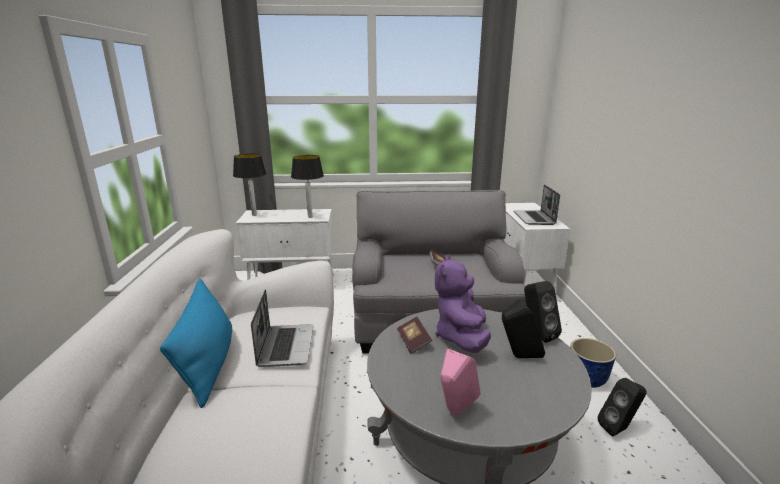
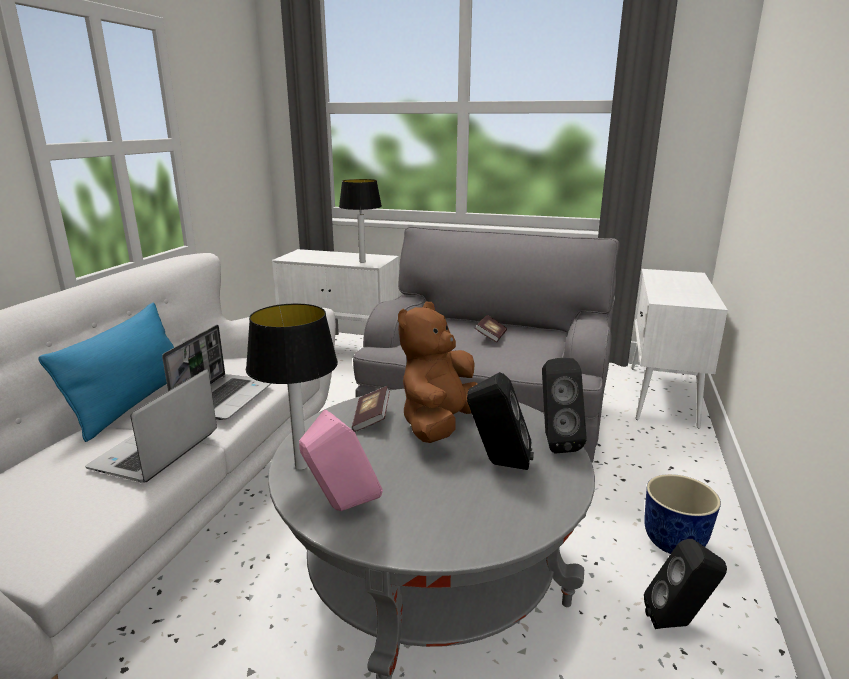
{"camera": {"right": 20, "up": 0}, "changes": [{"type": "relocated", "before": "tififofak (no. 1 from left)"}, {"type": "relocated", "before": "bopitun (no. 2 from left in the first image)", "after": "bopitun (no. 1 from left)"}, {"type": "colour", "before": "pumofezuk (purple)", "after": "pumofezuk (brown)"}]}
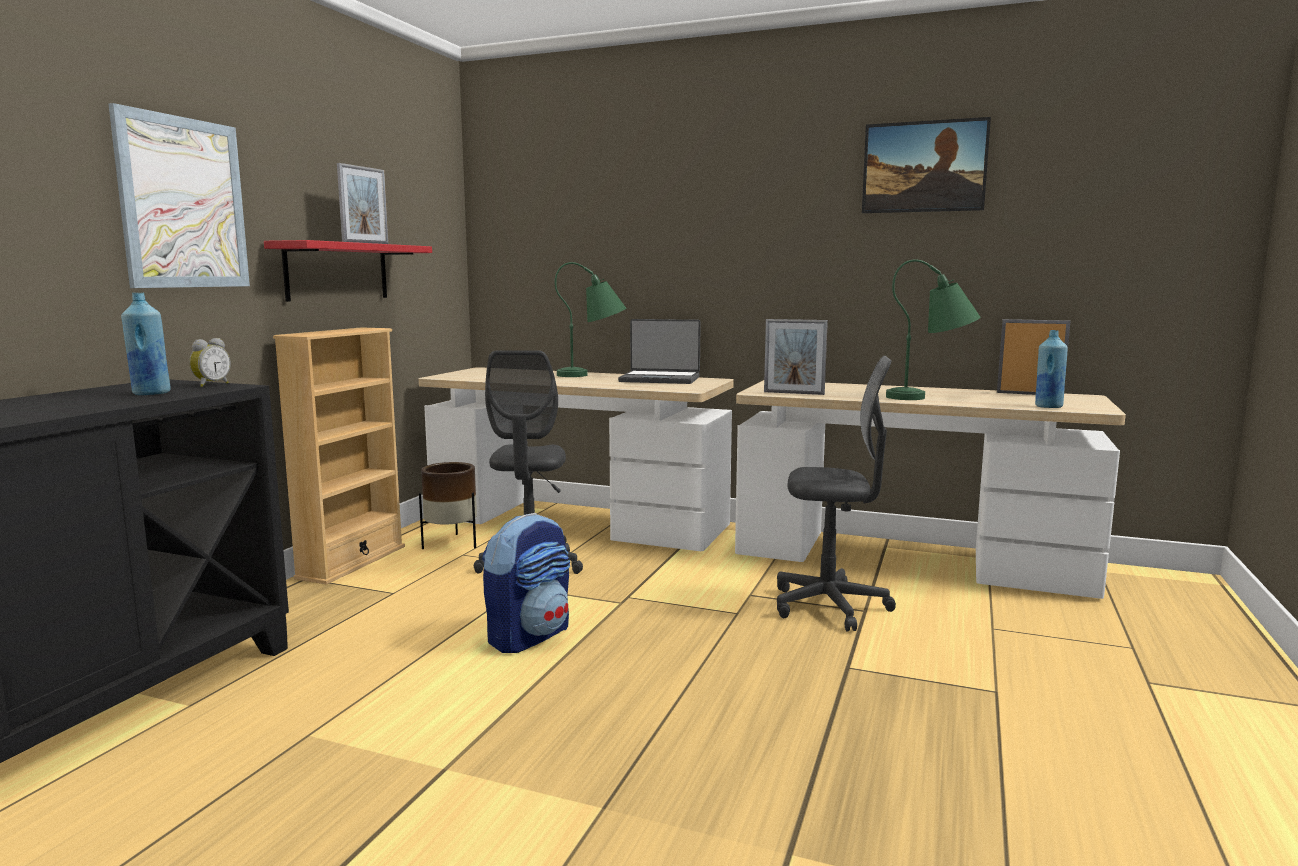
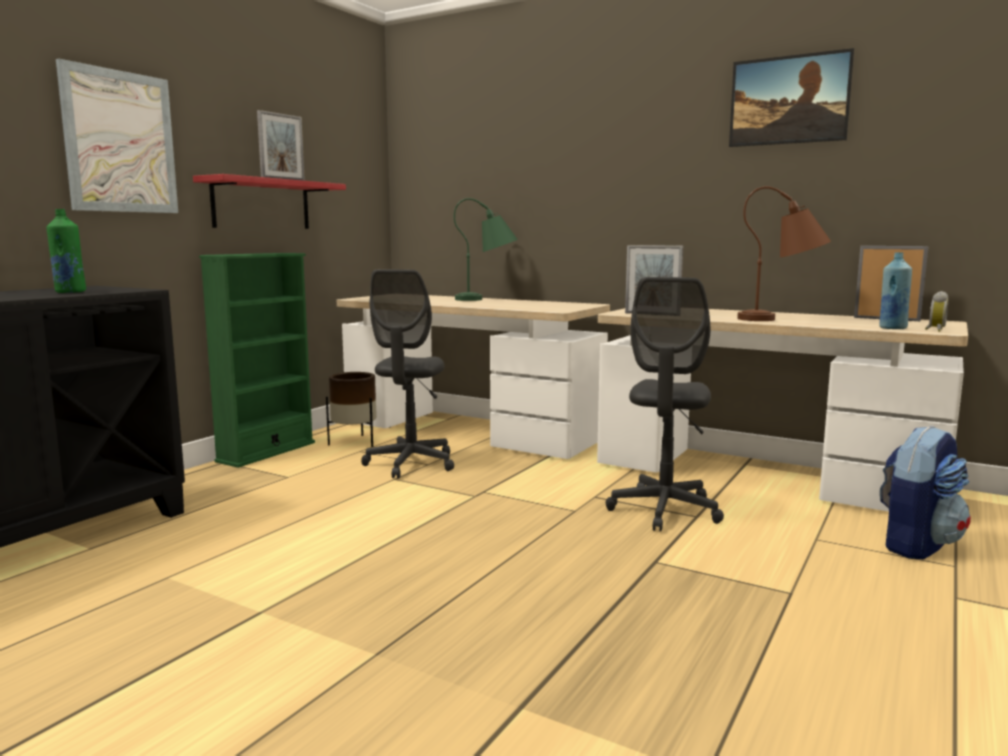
{"camera": {"right": 10, "up": 0}, "changes": [{"type": "colour", "before": "tififofak (green) (no. 2 from left)", "after": "tififofak (brown)"}, {"type": "colour", "before": "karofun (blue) (no. 1 from left)", "after": "karofun (green)"}, {"type": "missing", "before": "bopitun"}, {"type": "colour", "before": "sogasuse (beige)", "after": "sogasuse (green)"}, {"type": "relocated", "before": "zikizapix"}, {"type": "spun", "before": "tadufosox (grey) (no. 2 from left)", "turn": 90}, {"type": "relocated", "before": "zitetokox"}]}
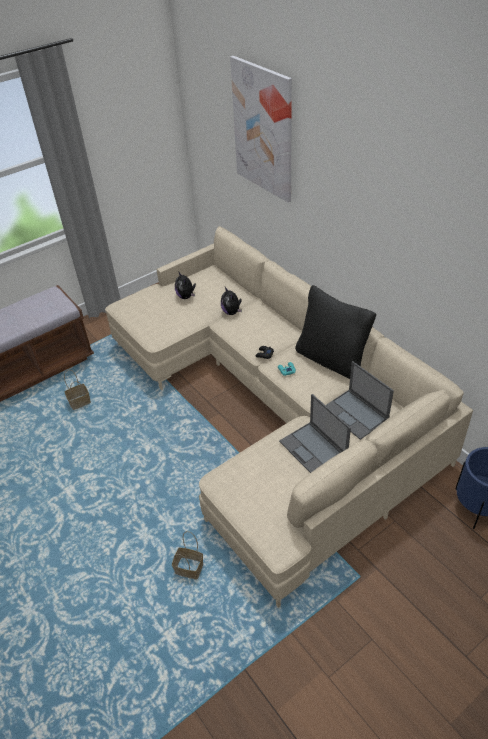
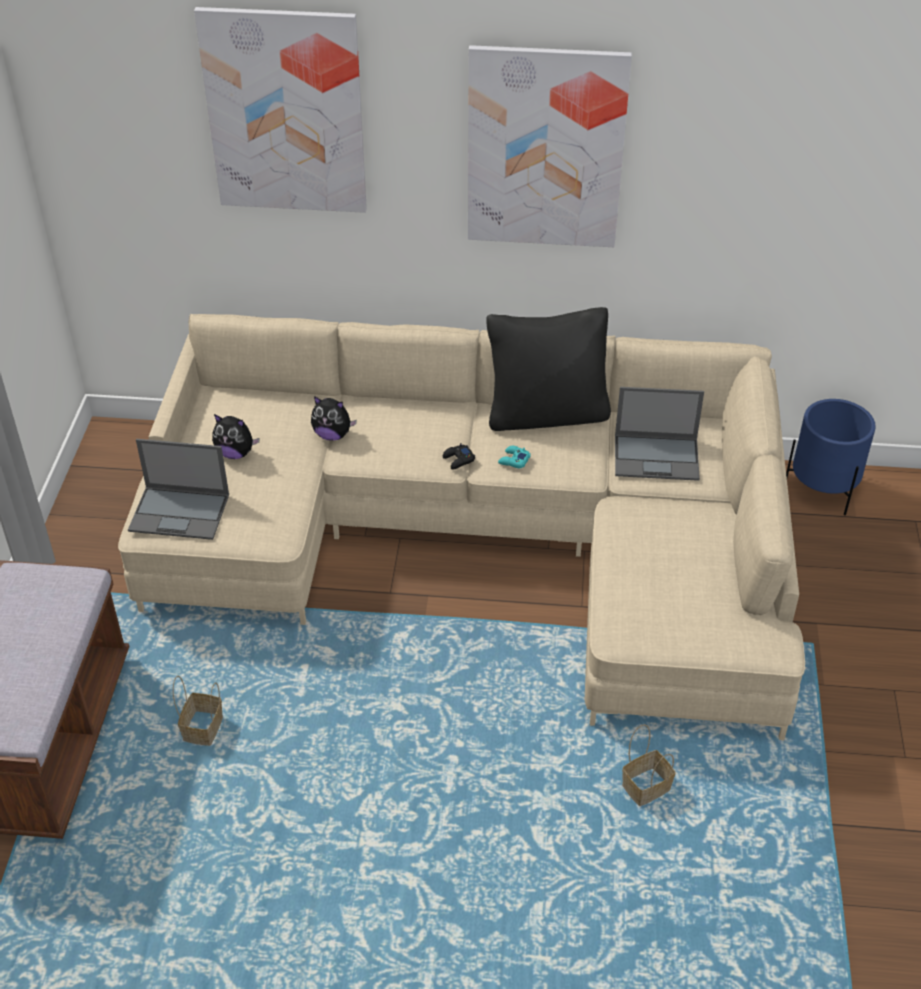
{"camera": {"right": -50, "up": 0}, "changes": [{"type": "relocated", "before": "bopitun (no. 1 from left)"}, {"type": "appeared", "after": "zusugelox (no. 2 from left)"}]}
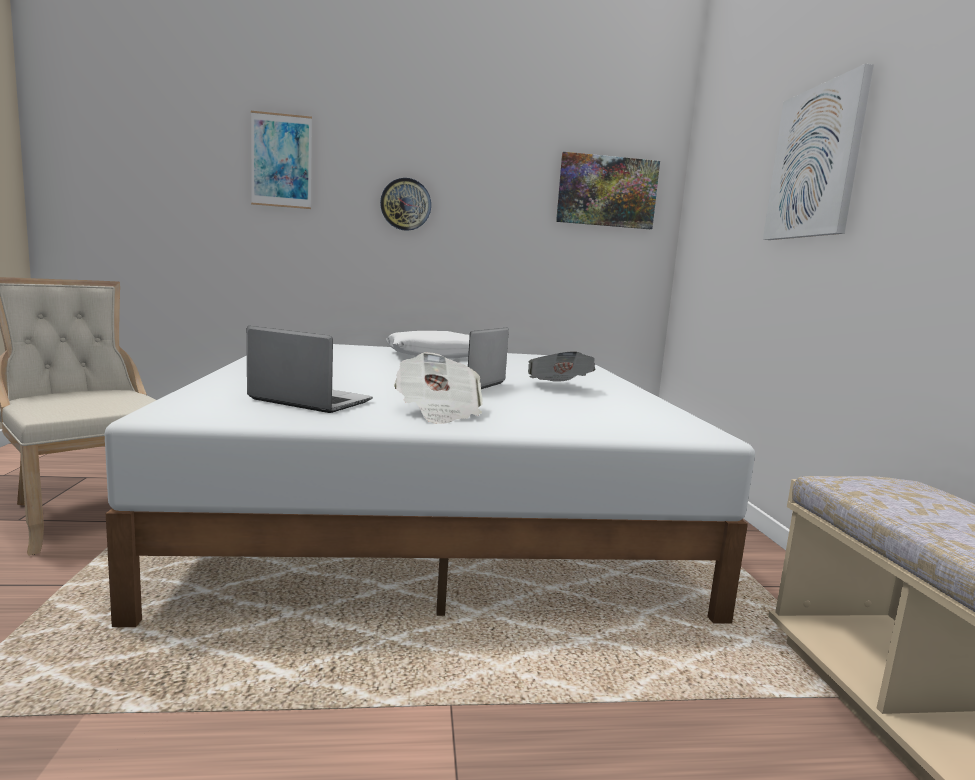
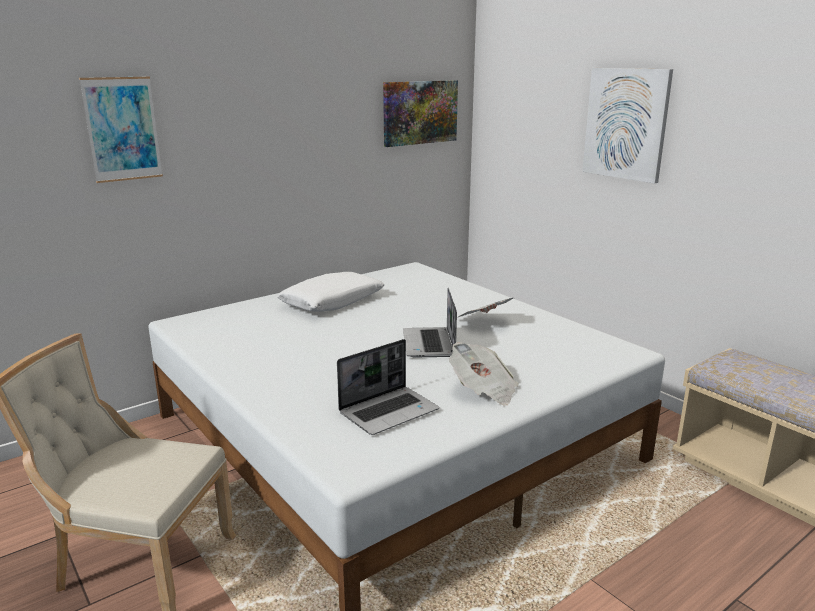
{"camera": {"right": -30, "up": 10}, "changes": [{"type": "missing", "before": "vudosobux"}, {"type": "spun", "before": "bopitun (no. 1 from left)", "turn": 150}]}
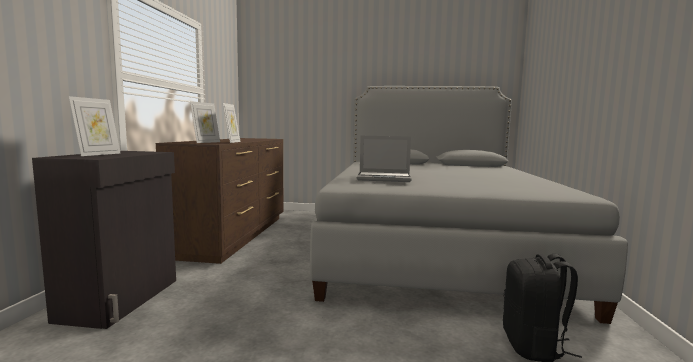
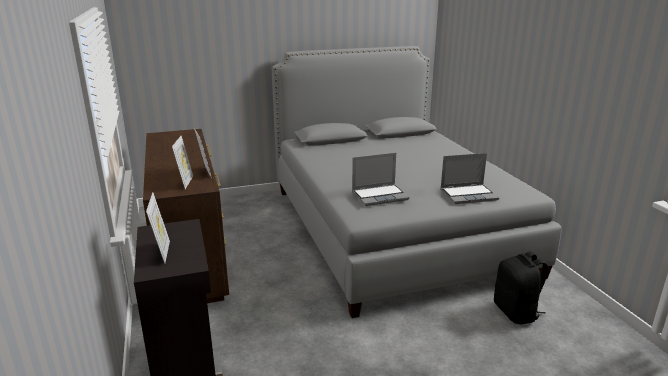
{"camera": {"right": -25, "up": 15}, "changes": [{"type": "appeared", "after": "bopitun (no. 2 from left)"}]}
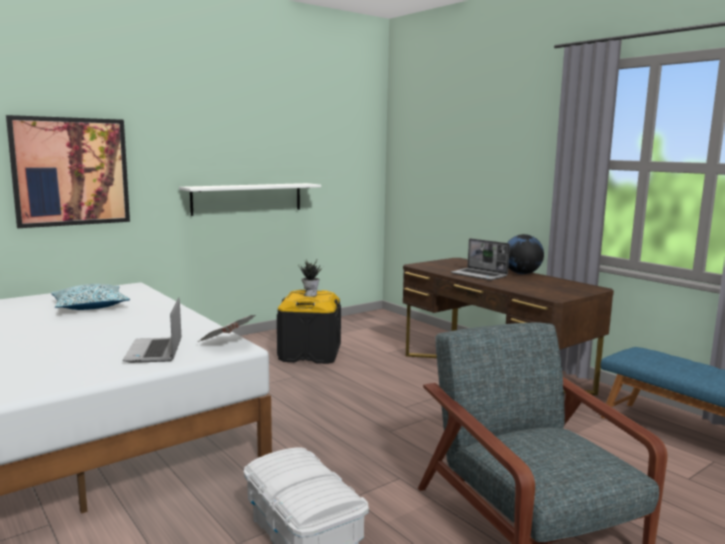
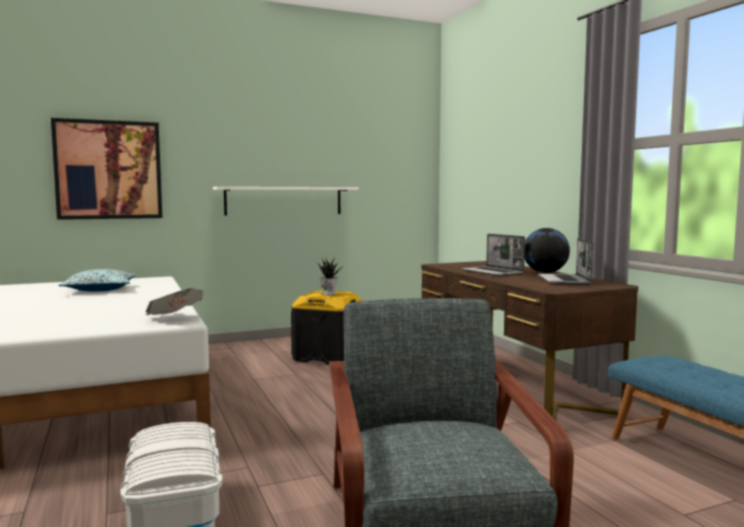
{"camera": {"right": 15, "up": -5}, "changes": [{"type": "relocated", "before": "bopitun (no. 1 from left in the first image)", "after": "bopitun (no. 2 from left)"}]}
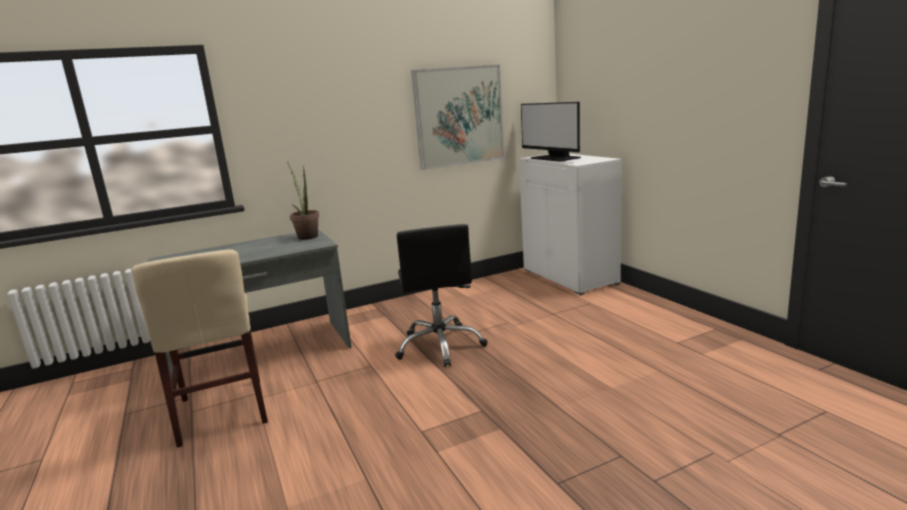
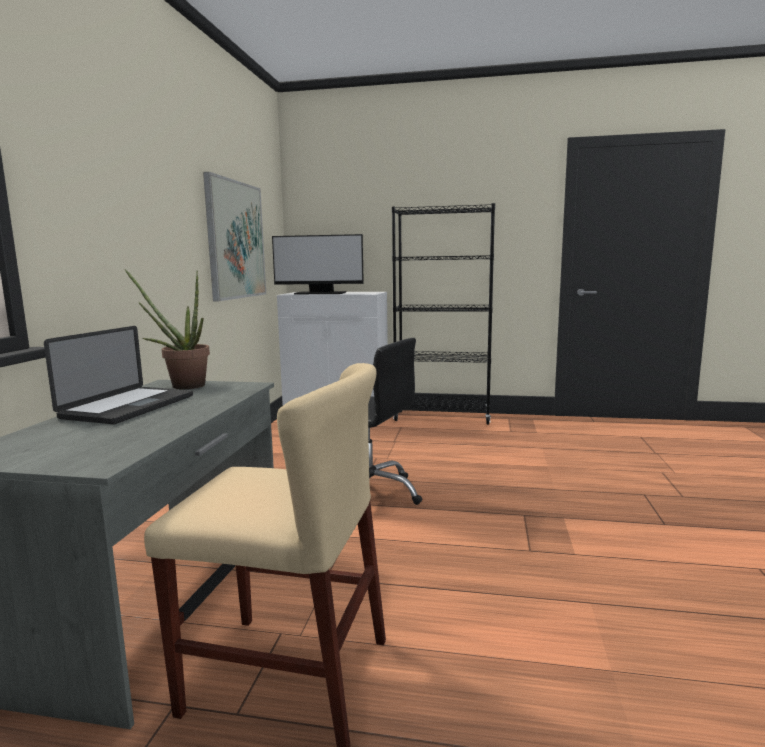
{"camera": {"right": -55, "up": -5}, "changes": [{"type": "appeared", "after": "sogasuse (black)"}, {"type": "appeared", "after": "bopitun"}]}
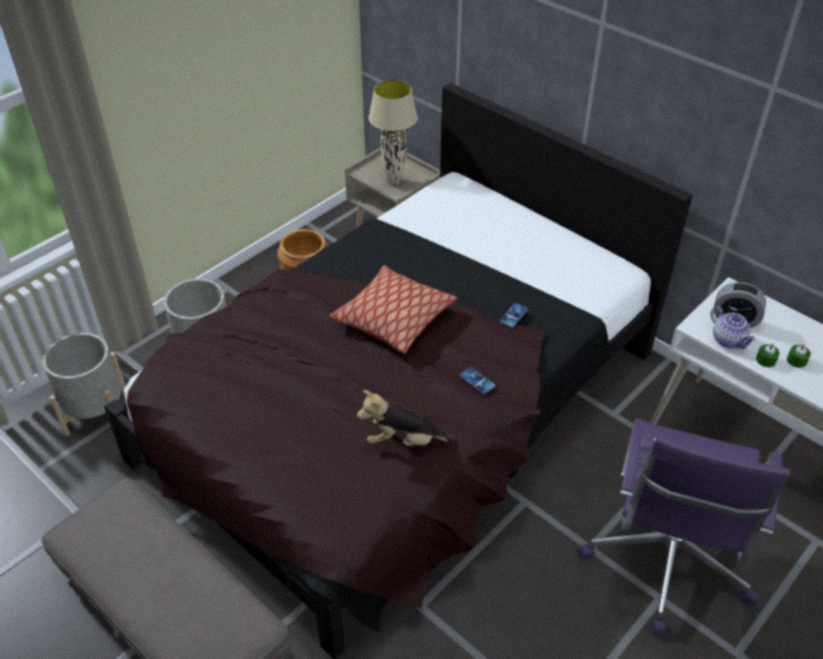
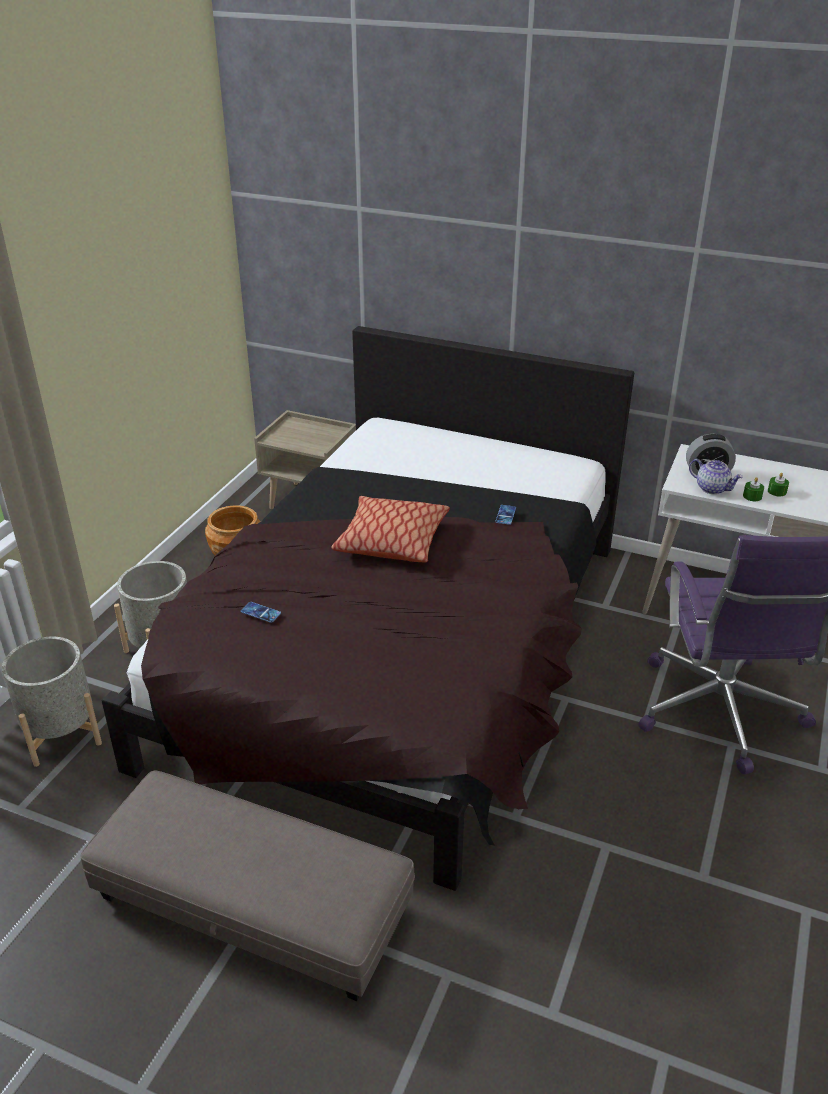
{"camera": {"right": -20, "up": -10}, "changes": [{"type": "missing", "before": "tififofak (beige)"}, {"type": "relocated", "before": "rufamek (no. 1 from left)"}, {"type": "missing", "before": "pumofezuk"}]}
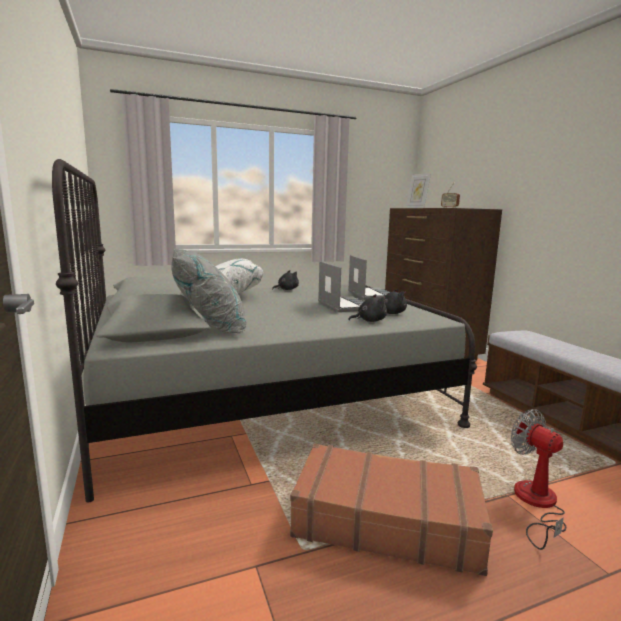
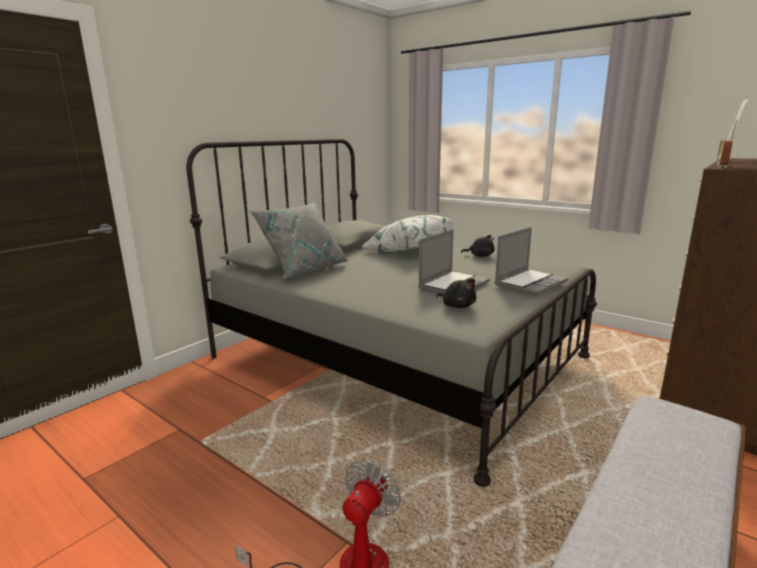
{"camera": {"right": 60, "up": 5}, "changes": [{"type": "missing", "before": "pumofezuk (black) (no. 2 from left)"}, {"type": "missing", "before": "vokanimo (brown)"}]}
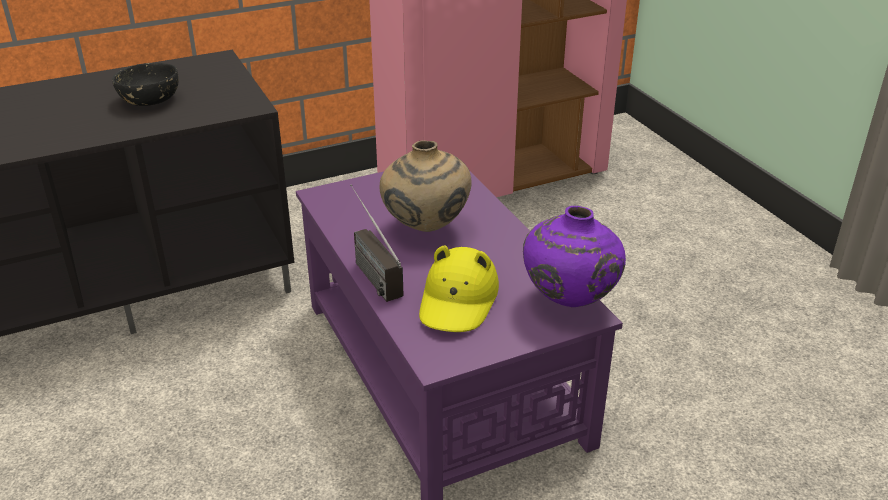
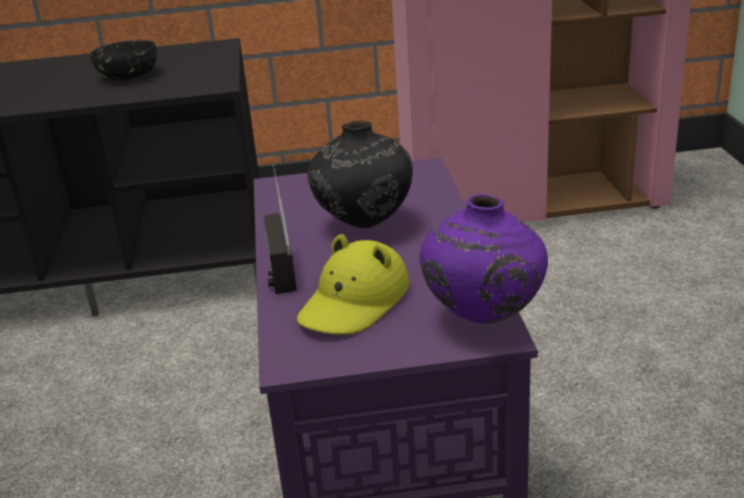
{"camera": {"right": 20, "up": -5}, "changes": [{"type": "colour", "before": "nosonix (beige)", "after": "nosonix (black)"}]}
